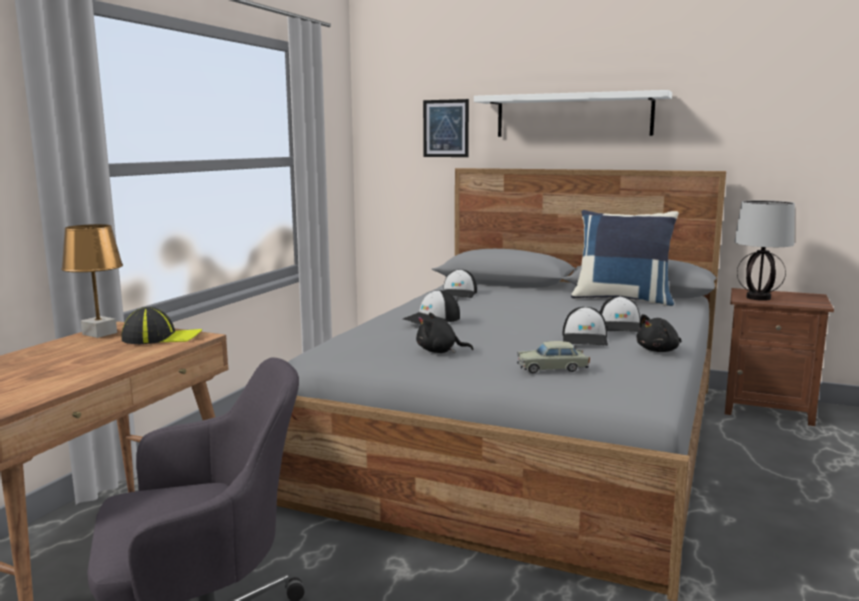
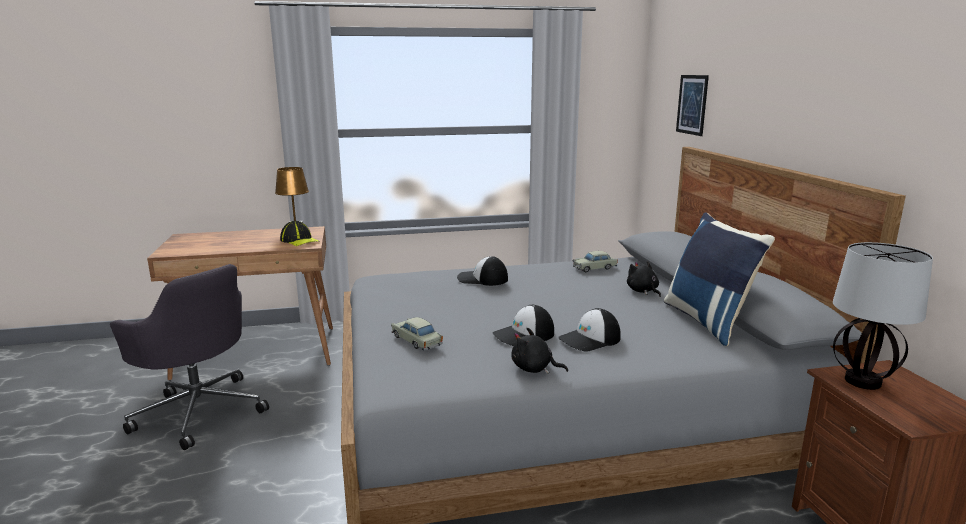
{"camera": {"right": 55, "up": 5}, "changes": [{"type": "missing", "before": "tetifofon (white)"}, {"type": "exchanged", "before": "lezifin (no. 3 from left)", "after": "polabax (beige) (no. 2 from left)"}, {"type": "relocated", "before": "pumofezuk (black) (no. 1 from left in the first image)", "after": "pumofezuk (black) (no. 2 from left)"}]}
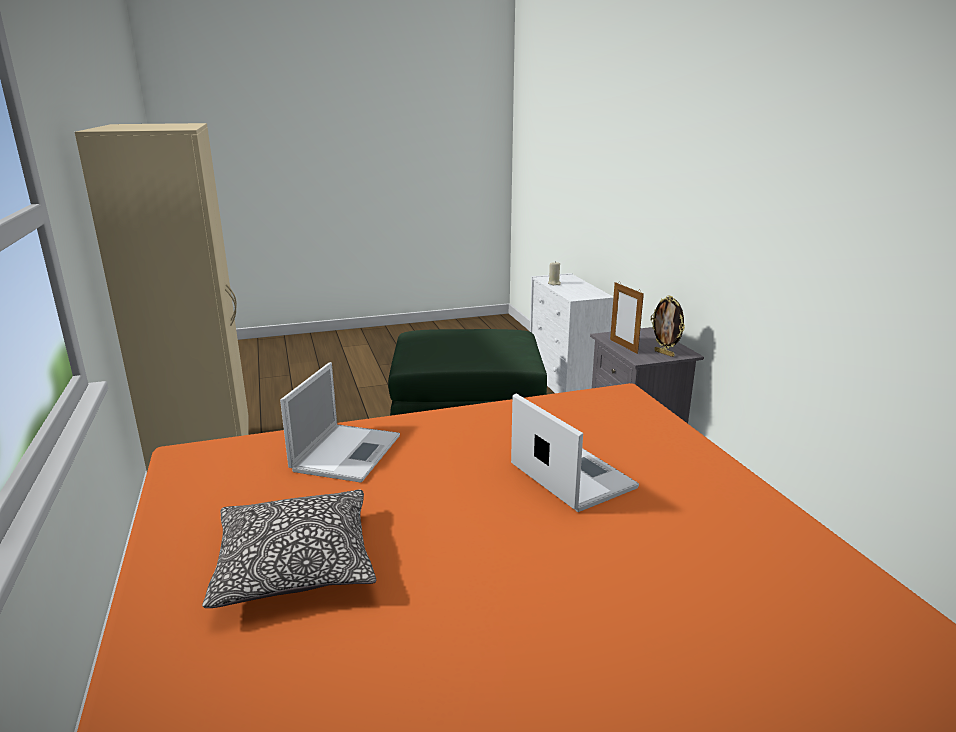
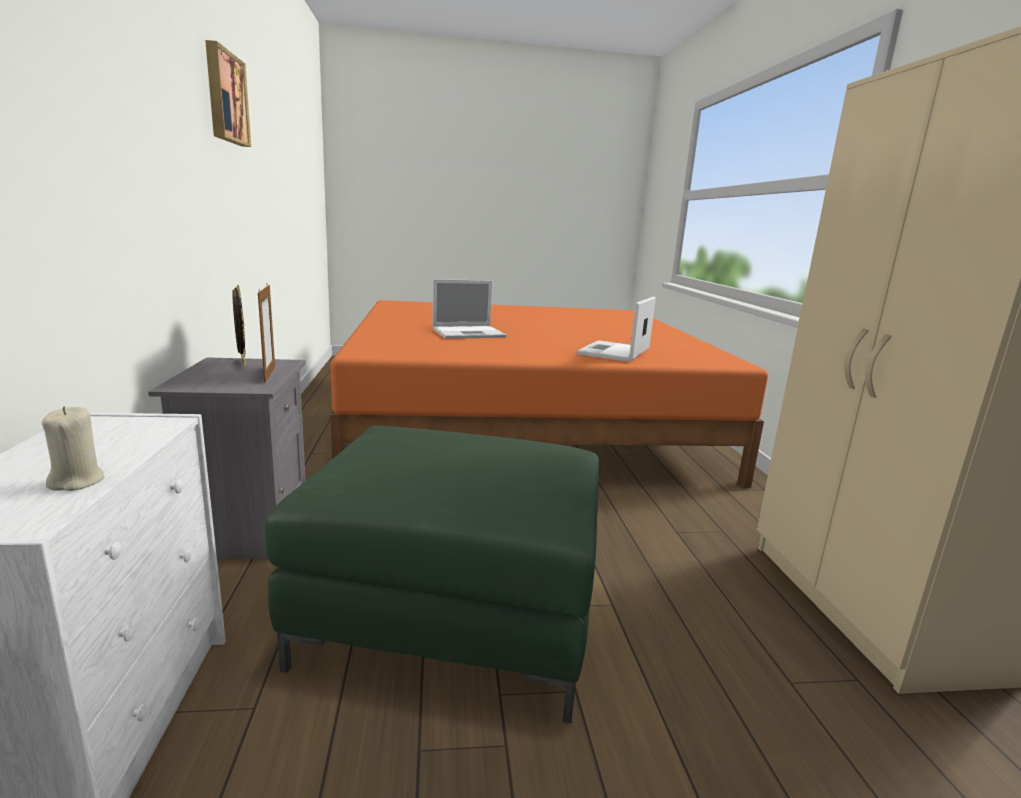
{"camera": {"right": -170, "up": -5}, "changes": [{"type": "spun", "before": "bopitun (no. 2 from left in the first image)", "turn": -90}, {"type": "missing", "before": "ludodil"}, {"type": "appeared", "after": "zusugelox"}]}
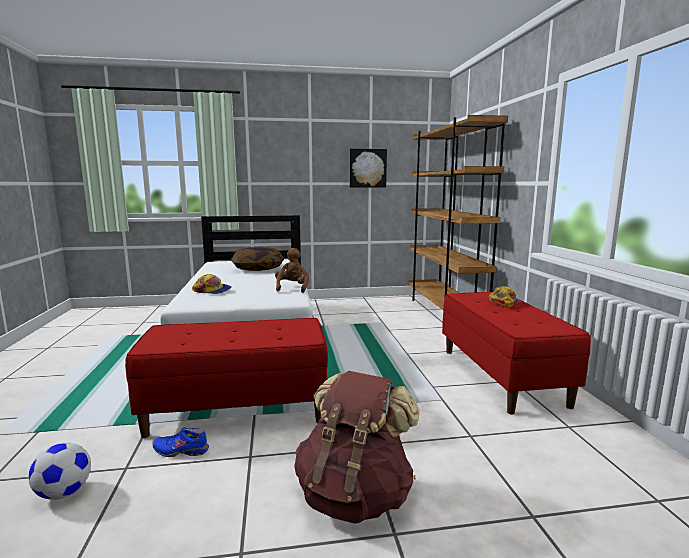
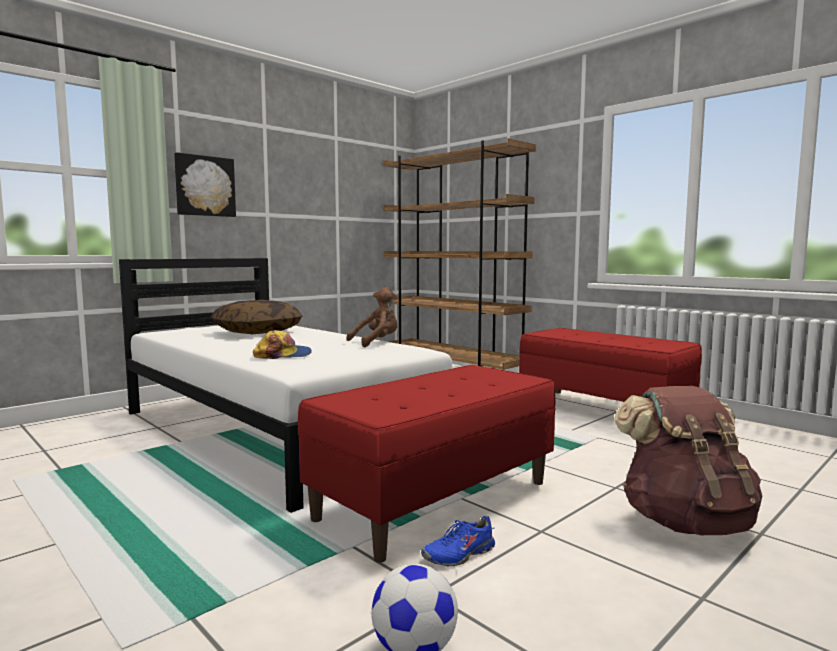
{"camera": {"right": -35, "up": -5}, "changes": [{"type": "relocated", "before": "zusugelox"}, {"type": "spun", "before": "pumofezuk (brown)", "turn": 90}, {"type": "missing", "before": "lezifin (no. 2 from left)"}]}
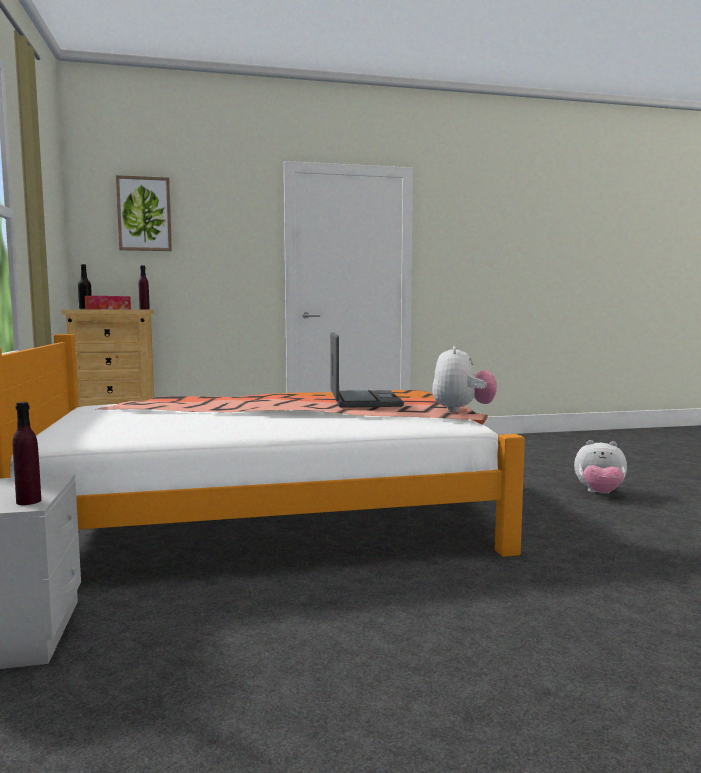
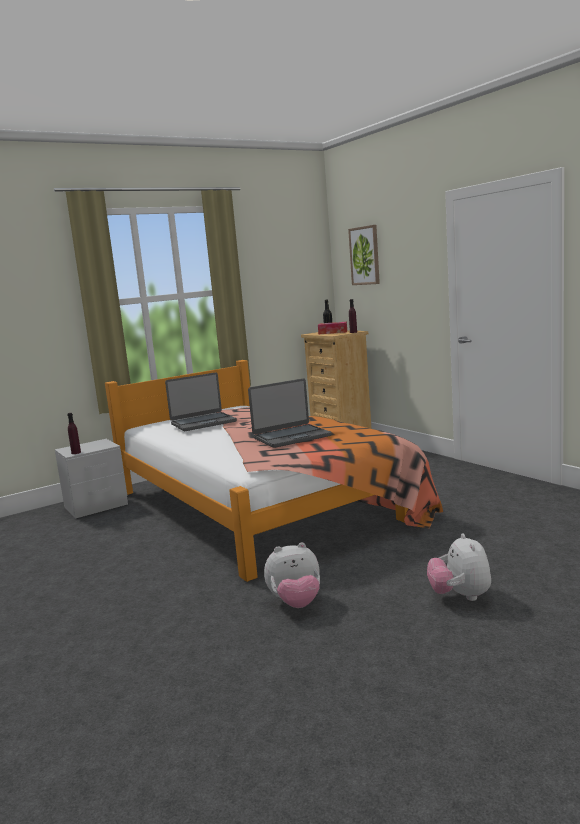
{"camera": {"right": 70, "up": 5}, "changes": [{"type": "relocated", "before": "pumofezuk (no. 1 from left)"}, {"type": "appeared", "after": "bopitun (no. 1 from left)"}]}
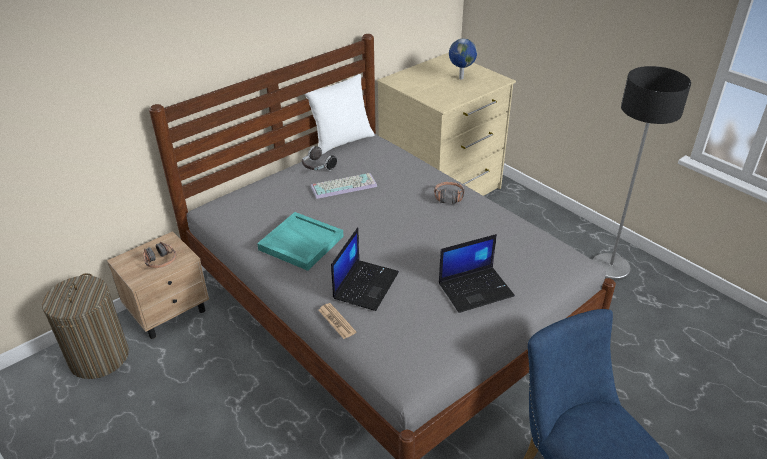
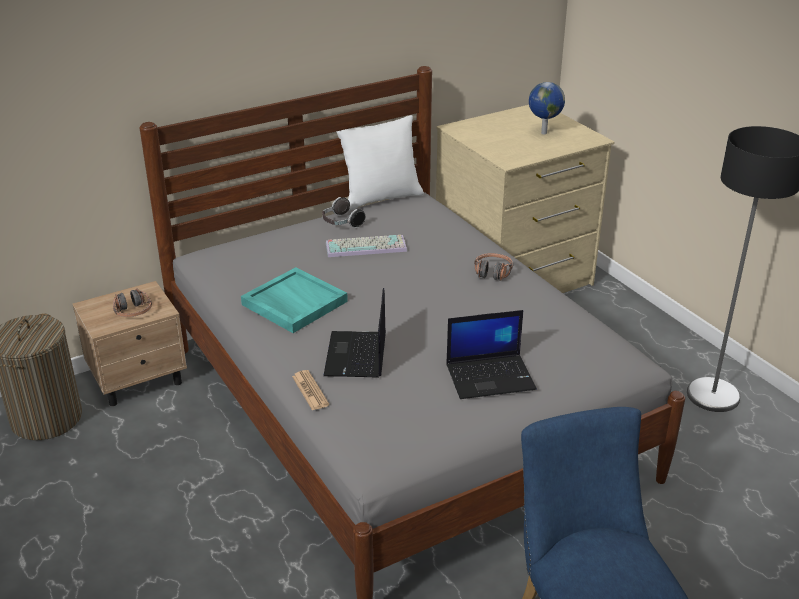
{"camera": {"right": 10, "up": -5}, "changes": [{"type": "spun", "before": "bopitun (no. 1 from left)", "turn": 150}]}
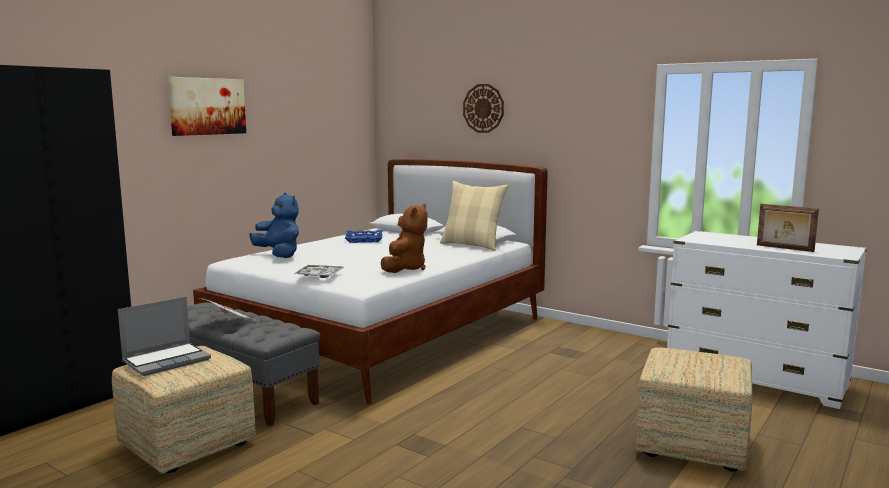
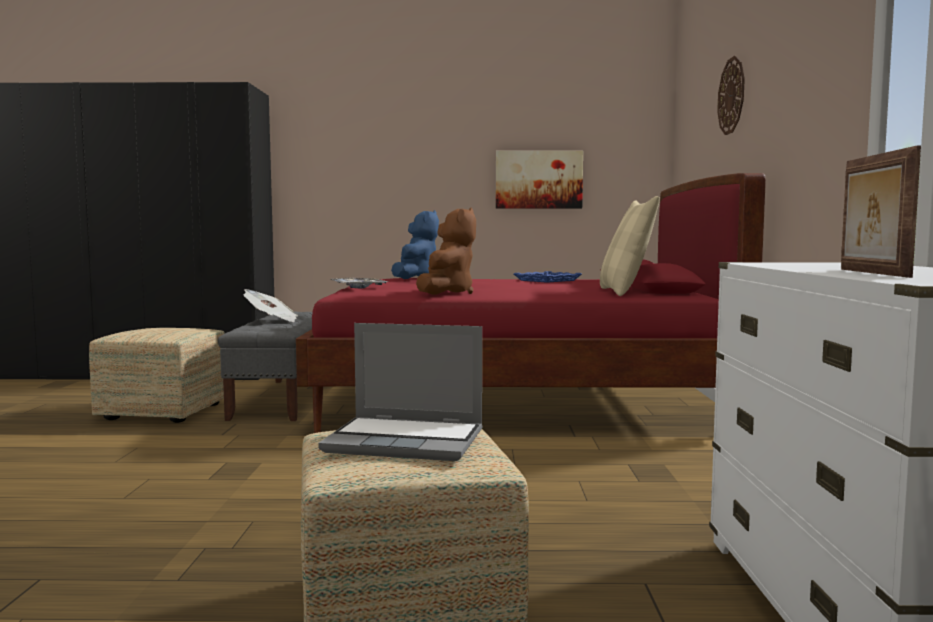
{"camera": {"right": 55, "up": -5}, "changes": [{"type": "relocated", "before": "zusugelox"}, {"type": "colour", "before": "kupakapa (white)", "after": "kupakapa (red)"}, {"type": "spun", "before": "pumofezuk (brown)", "turn": -60}, {"type": "relocated", "before": "bopitun"}]}
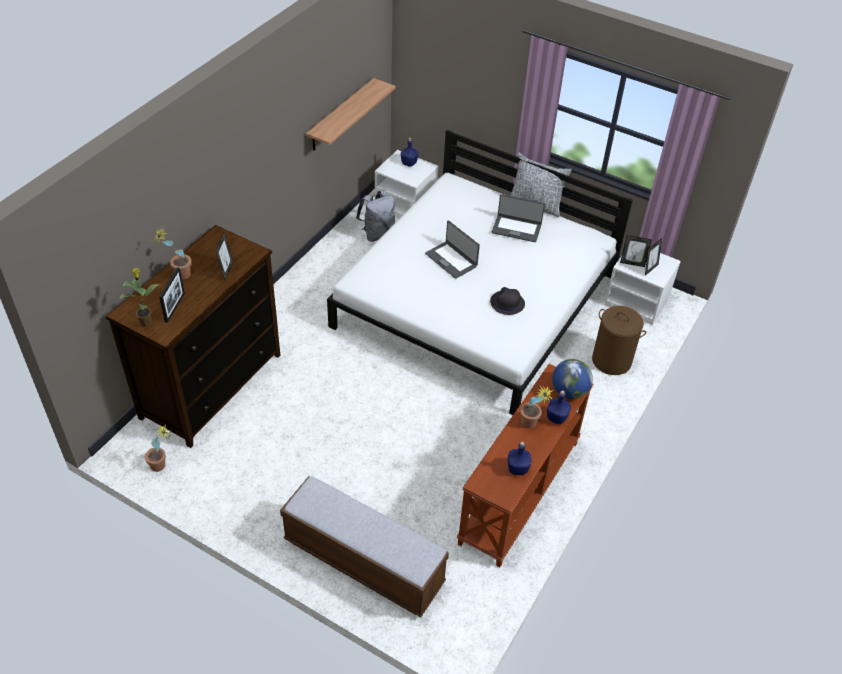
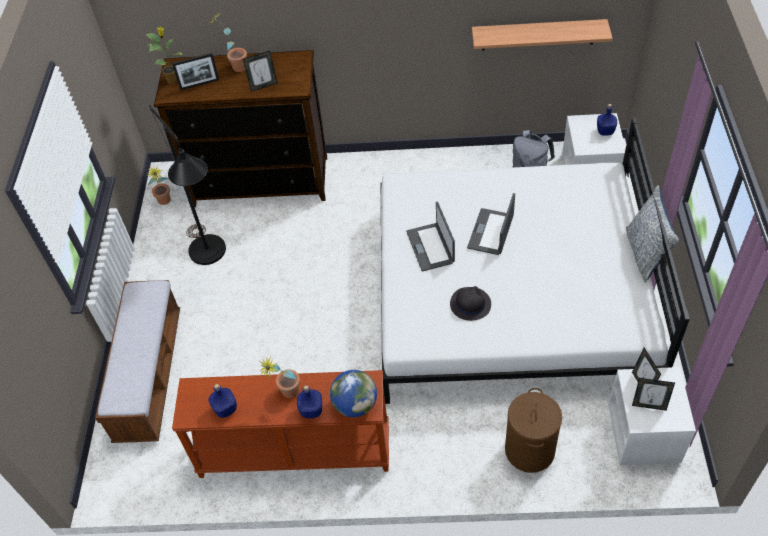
{"camera": {"right": 65, "up": 5}, "changes": [{"type": "relocated", "before": "bopitun (no. 2 from left in the first image)", "after": "bopitun (no. 1 from left)"}, {"type": "appeared", "after": "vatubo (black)"}]}
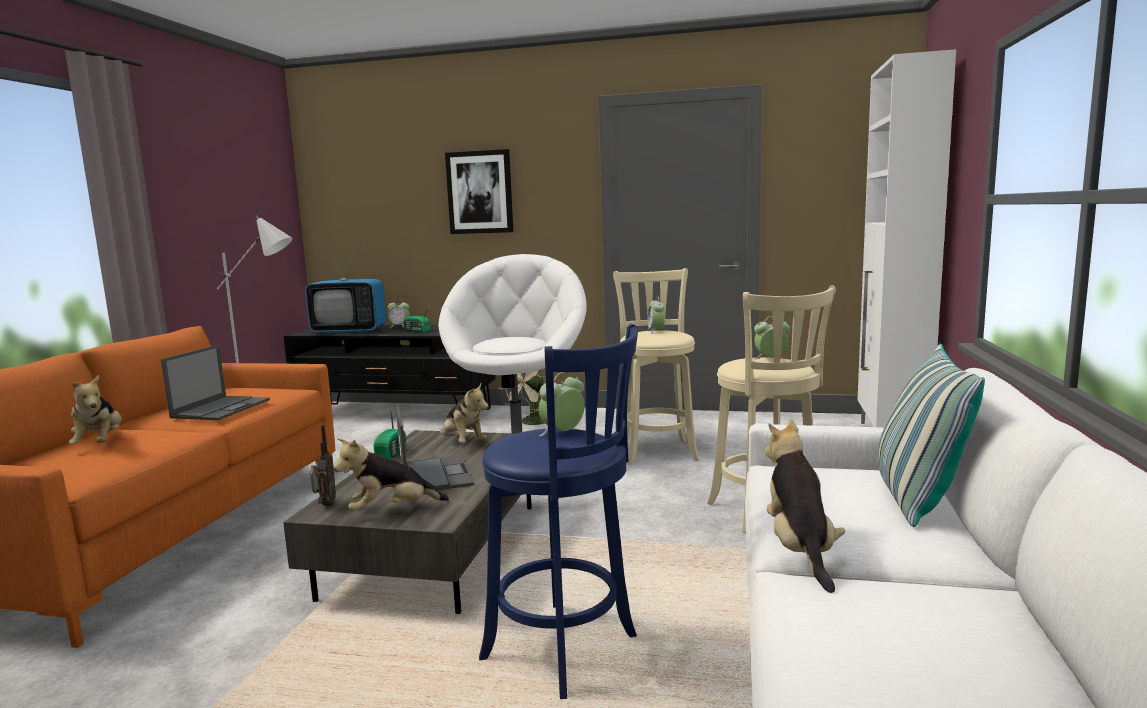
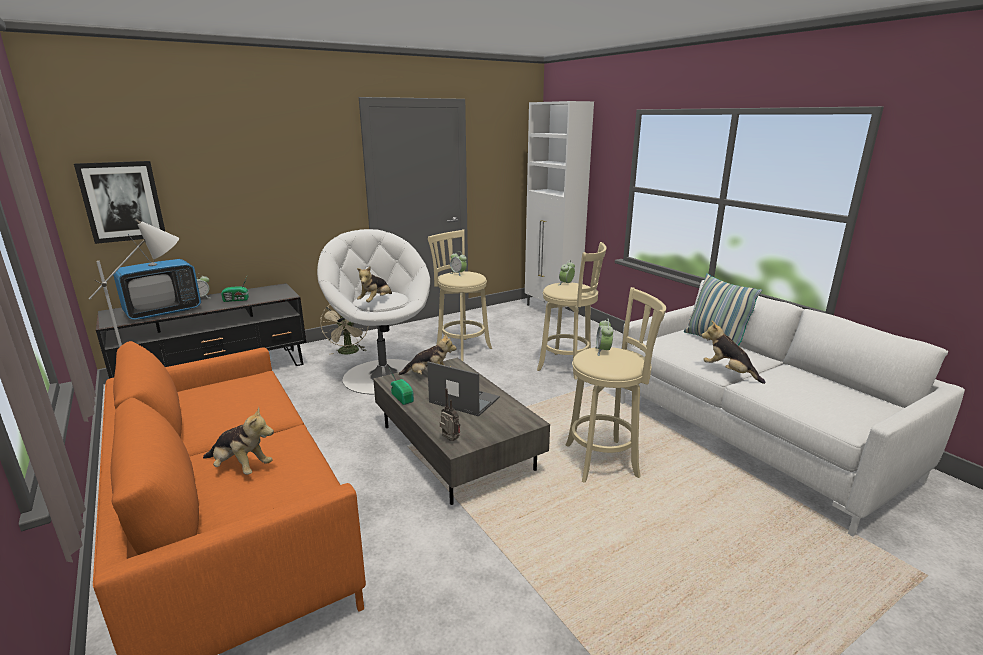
{"camera": {"right": -45, "up": 10}, "changes": [{"type": "relocated", "before": "zusugelox"}, {"type": "colour", "before": "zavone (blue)", "after": "zavone (beige) (no. 3 from left)"}, {"type": "missing", "before": "bopitun (no. 1 from left)"}, {"type": "relocated", "before": "pumofezuk (no. 2 from left)"}]}
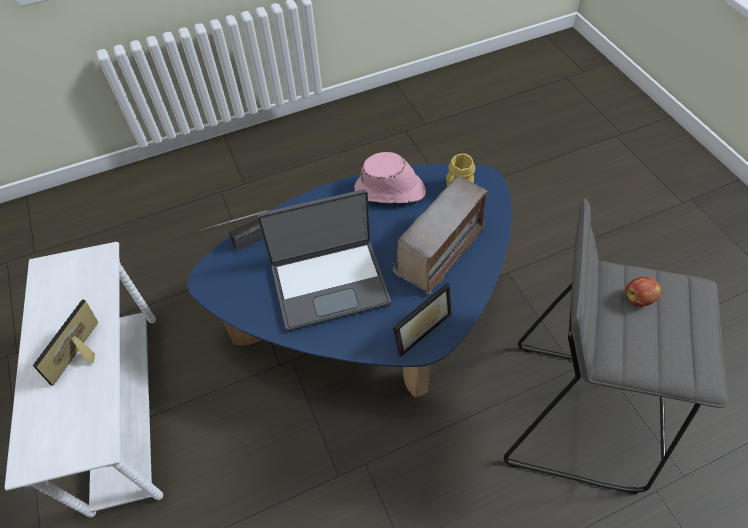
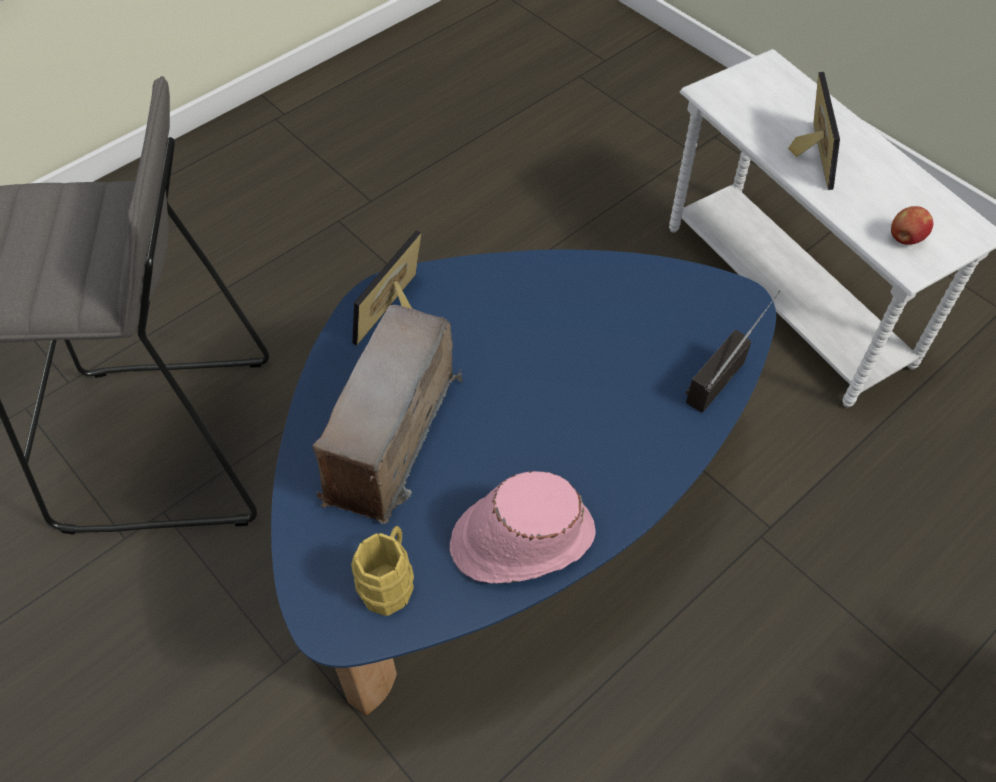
{"camera": {"right": 160, "up": 0}, "changes": [{"type": "missing", "before": "bopitun"}, {"type": "relocated", "before": "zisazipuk"}]}
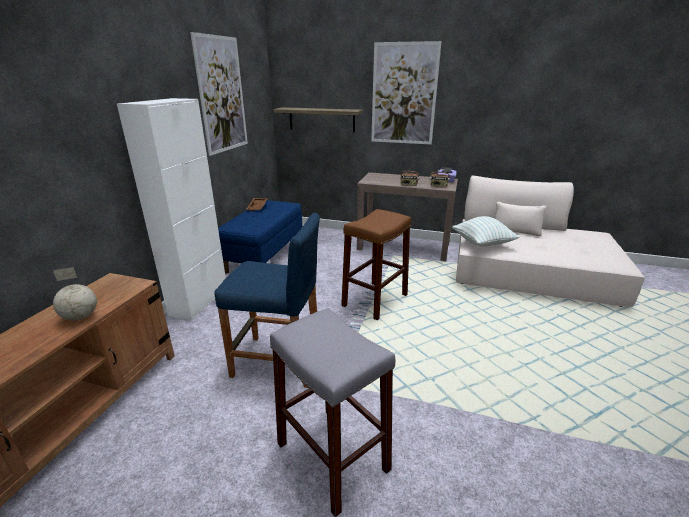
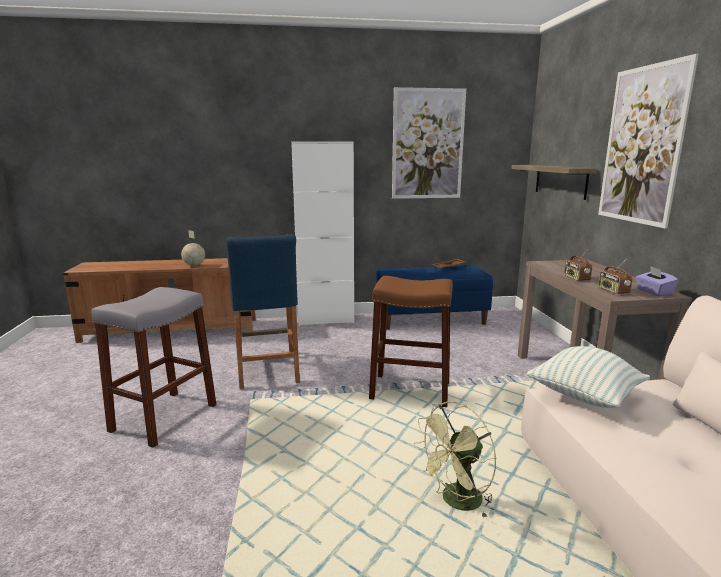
{"camera": {"right": 65, "up": -10}, "changes": [{"type": "appeared", "after": "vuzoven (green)"}]}
